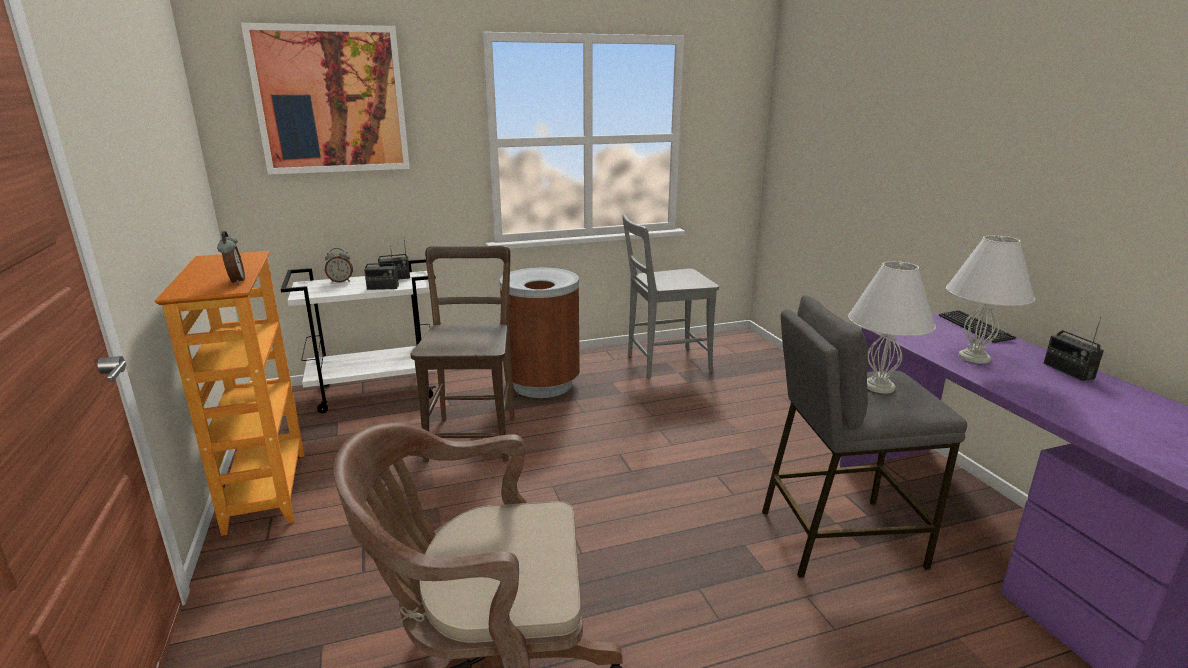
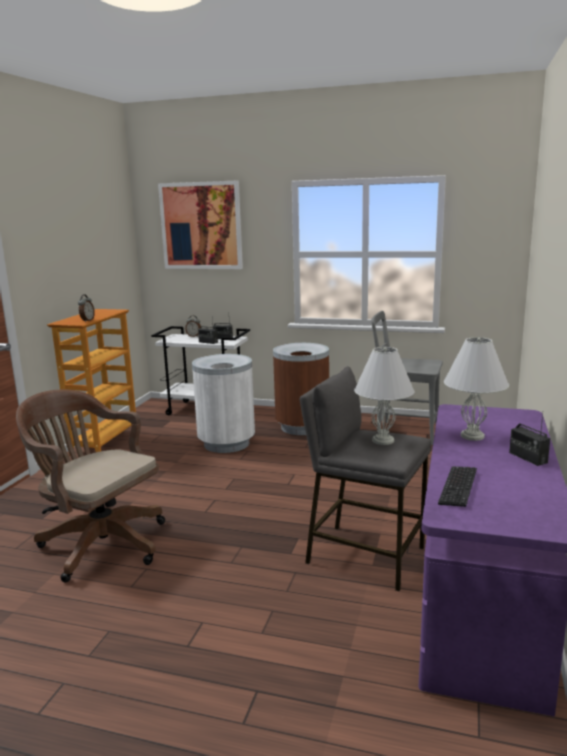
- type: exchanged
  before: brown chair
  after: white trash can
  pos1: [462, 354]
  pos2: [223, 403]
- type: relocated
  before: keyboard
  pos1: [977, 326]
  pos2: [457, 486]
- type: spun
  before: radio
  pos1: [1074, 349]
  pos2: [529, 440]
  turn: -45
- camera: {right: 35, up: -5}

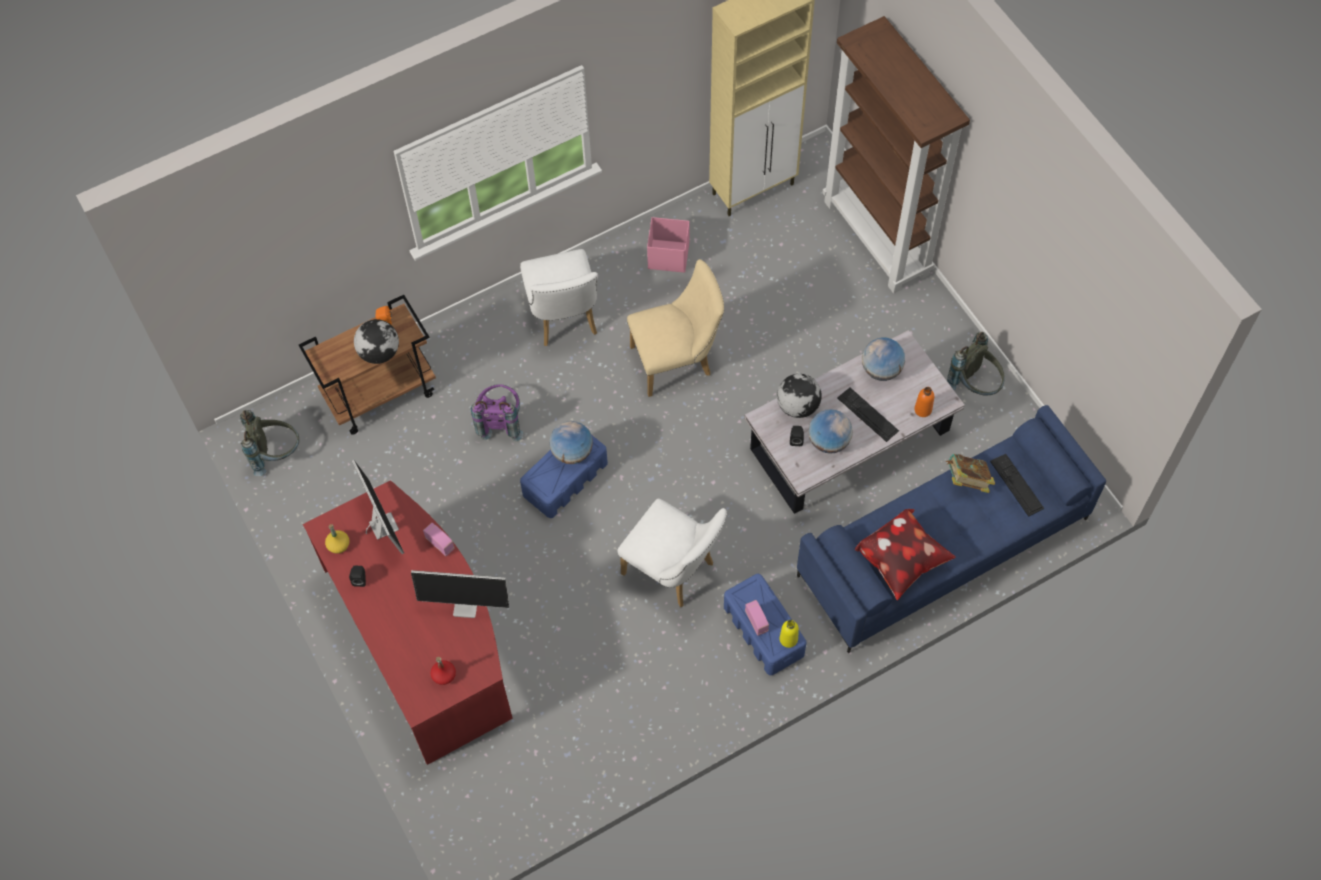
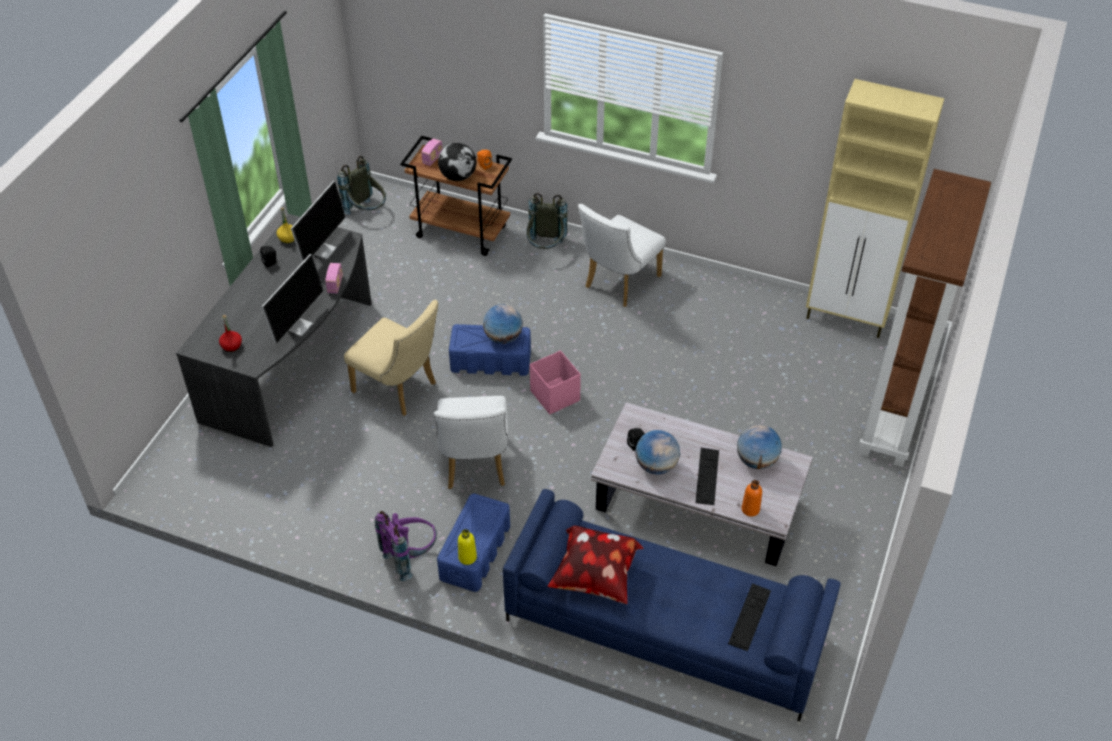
- type: relocated
  before: pink storage box
  pos1: [668, 245]
  pos2: [555, 382]
- type: relocated
  before: beige chair
  pos1: [675, 328]
  pos2: [391, 358]
- type: relocated
  before: grey backpack
  pos1: [976, 364]
  pos2: [546, 221]
- type: missing
  before: globe
  pos1: [799, 396]
- type: relocated
  before: purple backpack
  pos1: [497, 412]
  pos2: [406, 546]
- type: missing
  before: book
  pos1: [970, 473]
- type: colour
  before: red desk
  after: grey desk
  pos1: [408, 622]
  pos2: [274, 330]
- type: spun
  before: monitor
  pos1: [460, 594]
  pos2: [292, 298]
  turn: -120
- type: relocated
  before: radio
  pos1: [757, 618]
  pos2: [432, 152]
- camera: {right: 50, up: -15}

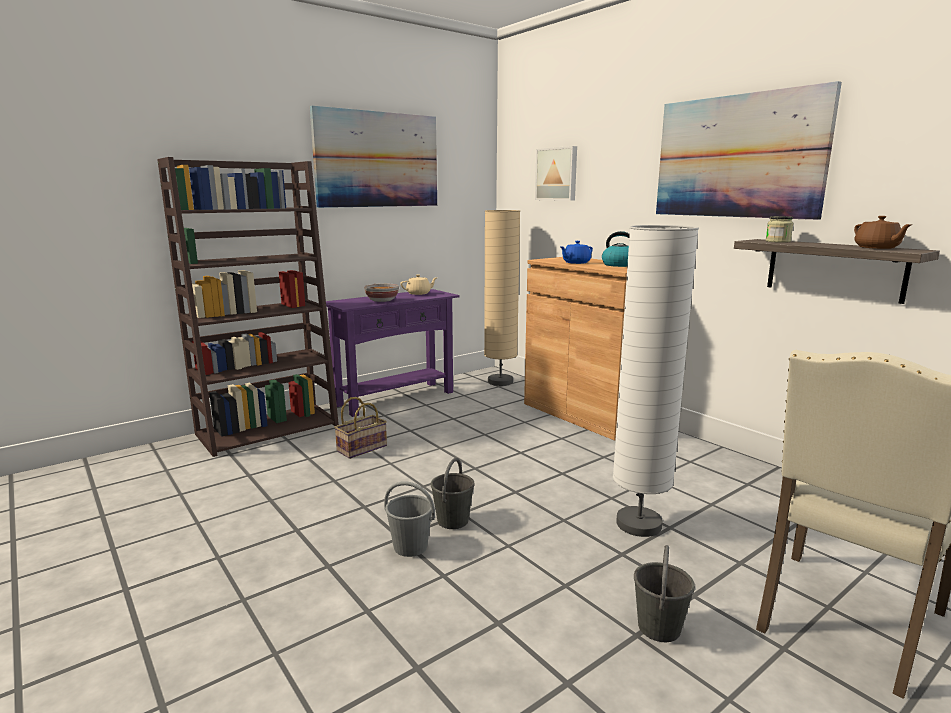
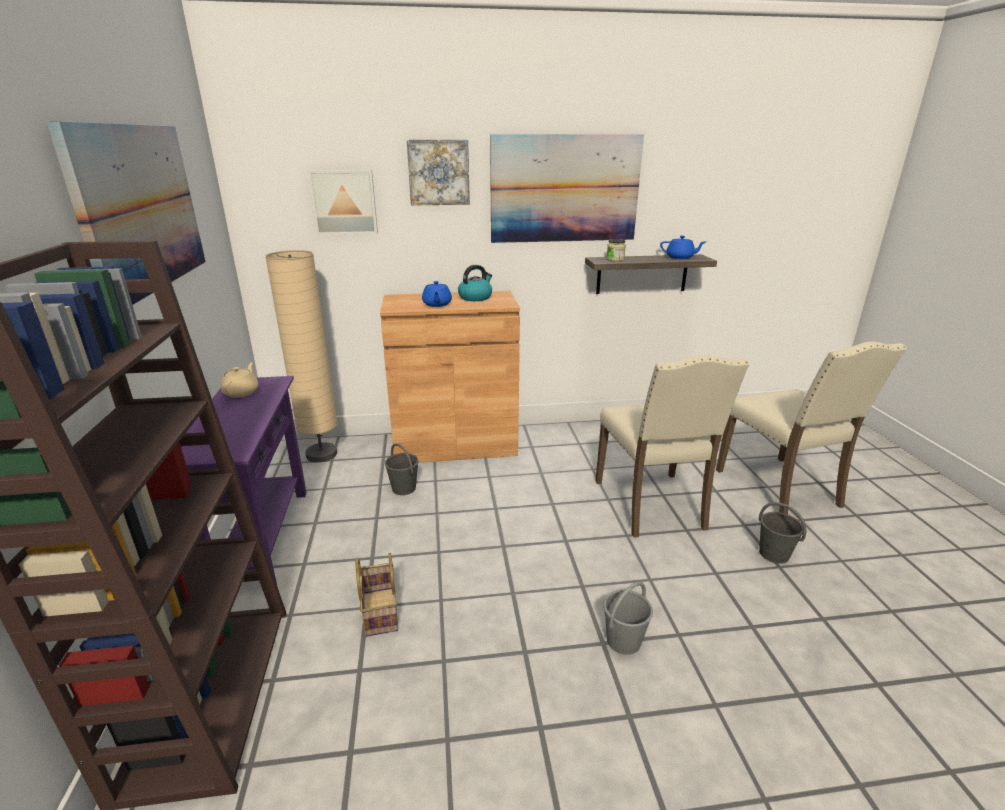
- type: colour
  before: brown teapot
  after: blue teapot
  pos1: [883, 232]
  pos2: [682, 247]
- type: exchanged
  before: white floor lamp
  after: beige chair
  pos1: [656, 381]
  pos2: [672, 446]
- type: missing
  before: bowl
  pos1: [381, 292]
- type: relocated
  before: grey bucket
  pos1: [452, 493]
  pos2: [402, 469]
- type: appeared
  after: picture
  pos2: [438, 173]
- camera: {right: -60, up: 10}

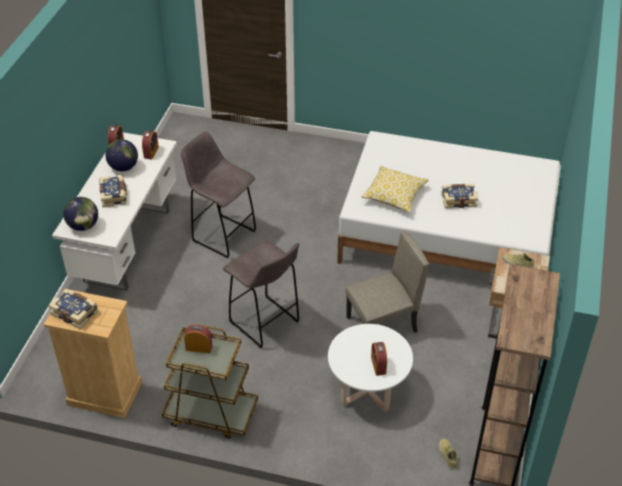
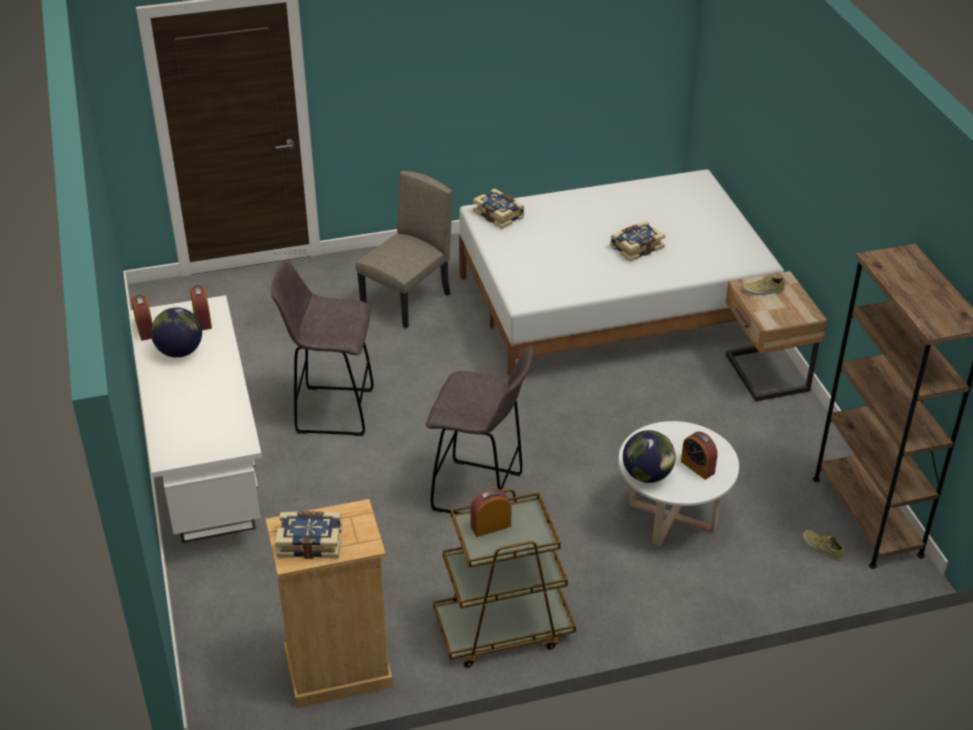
- type: missing
  before: pillow
  pos1: [395, 189]
- type: relocated
  before: book
  pos1: [113, 191]
  pos2: [499, 208]
- type: relocated
  before: globe
  pos1: [80, 214]
  pos2: [649, 456]
- type: relocated
  before: beige chair
  pos1: [387, 282]
  pos2: [403, 249]
- camera: {right: -30, up: -5}

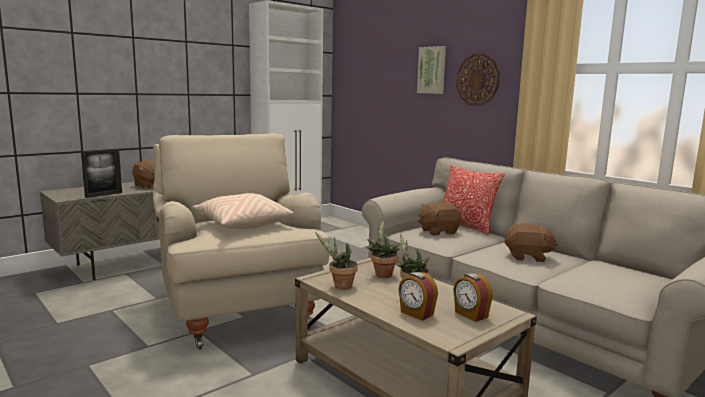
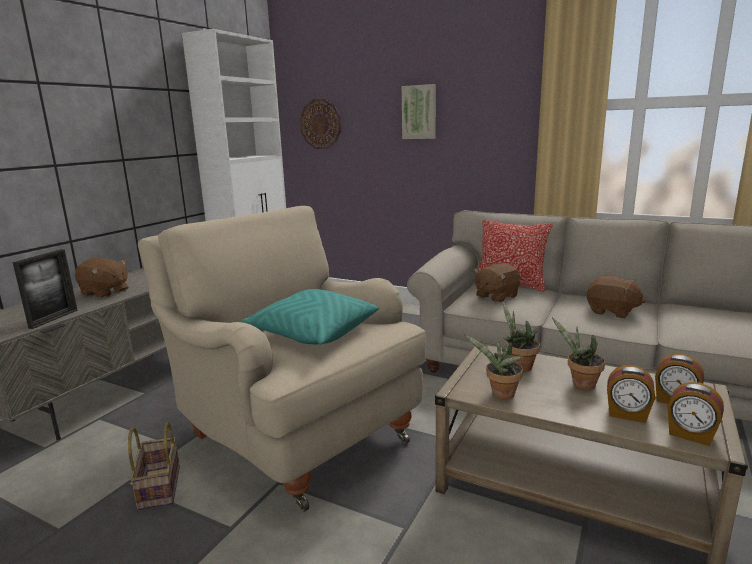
- type: relocated
  before: wall clock
  pos1: [478, 79]
  pos2: [320, 124]
- type: colour
  before: beige pillow
  after: turquoise pillow
  pos1: [243, 211]
  pos2: [310, 316]
- type: spun
  before: brown plush toy
  pos1: [531, 242]
  pos2: [616, 297]
  turn: 45
- type: appeared
  after: alarm clock
  pos2: [695, 414]
- type: appeared
  after: basket
  pos2: [154, 466]
- camera: {right: -20, up: 5}

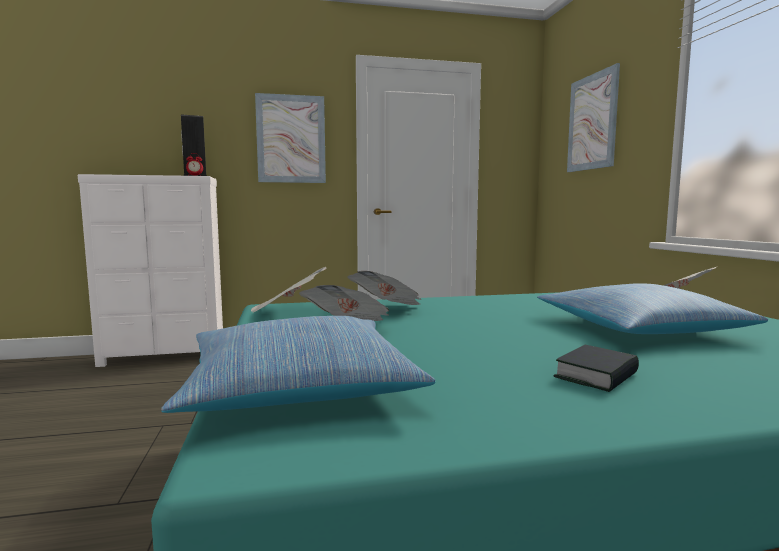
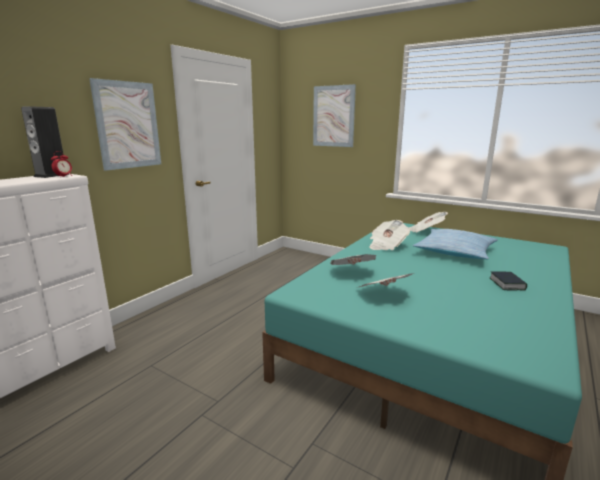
- type: relocated
  before: newspaper
  pos1: [288, 290]
  pos2: [389, 235]
- type: missing
  before: pillow
  pos1: [298, 364]
- camera: {right: -45, up: 10}

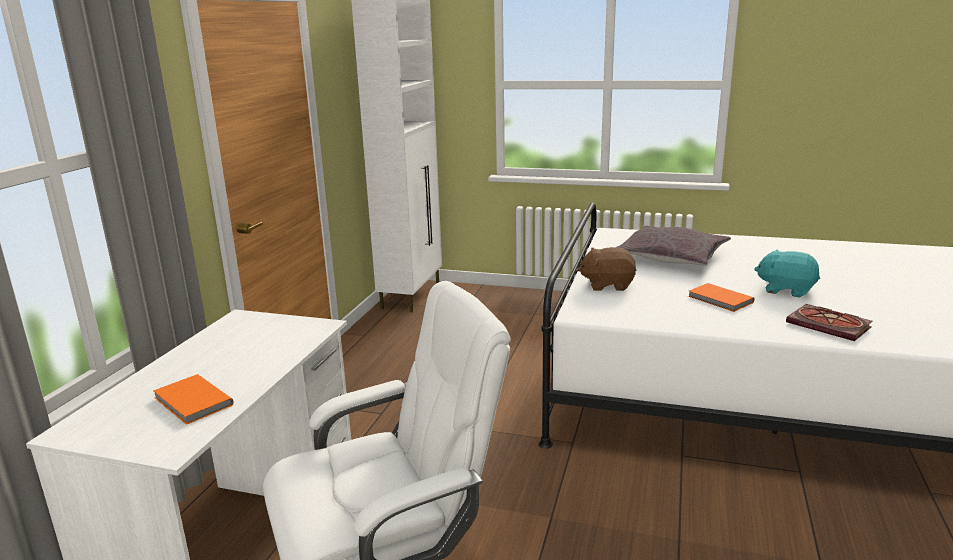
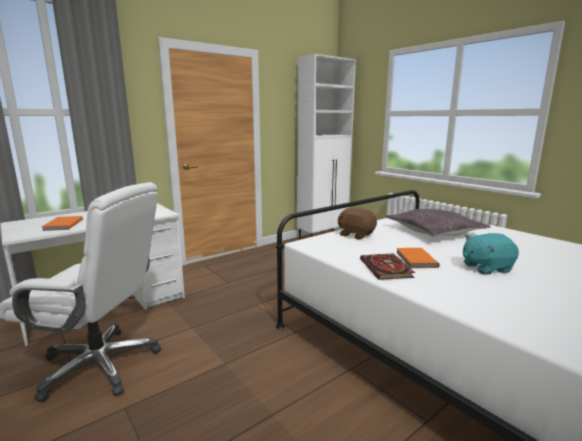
- type: spun
  before: turquoise plush toy
  pos1: [787, 274]
  pos2: [491, 253]
  turn: -75
- type: relocated
  before: book
  pos1: [829, 322]
  pos2: [387, 267]
- camera: {right: 35, up: -5}

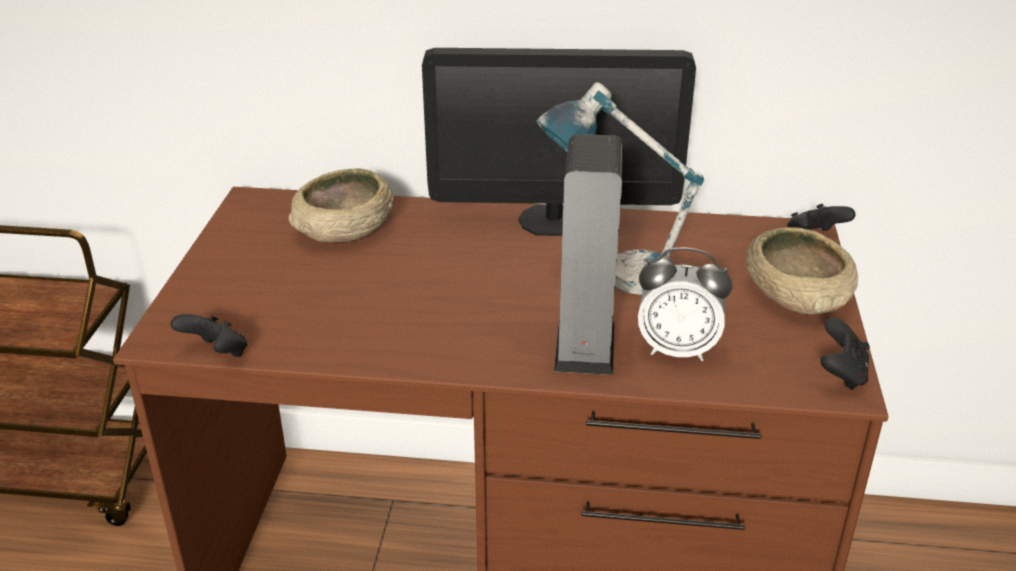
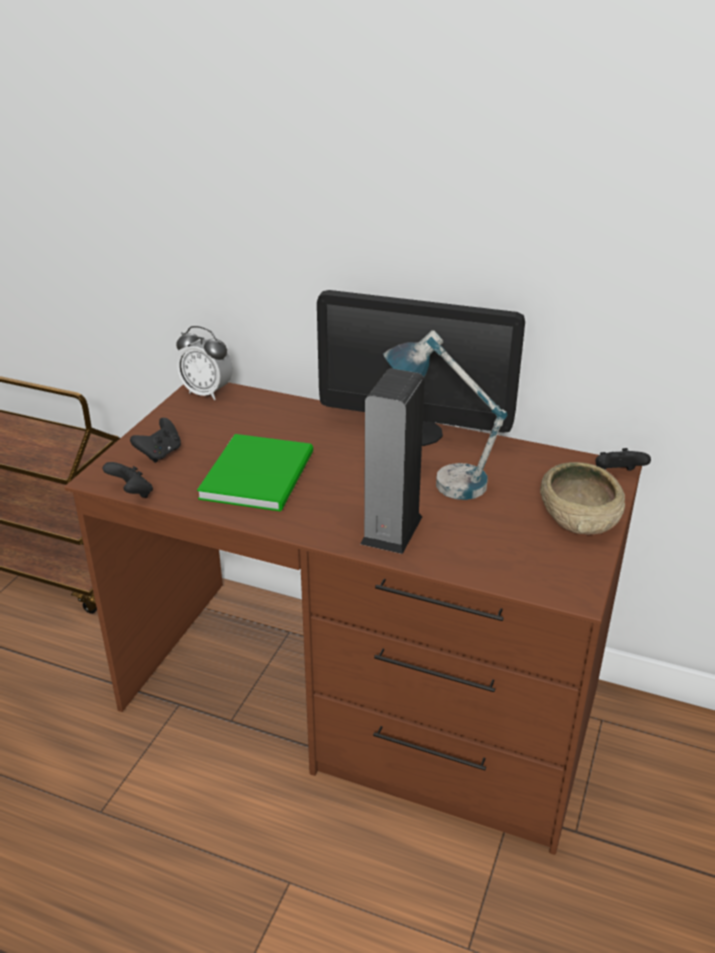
- type: missing
  before: beige bowl
  pos1: [341, 205]
- type: relocated
  before: alarm clock
  pos1: [685, 304]
  pos2: [204, 363]
- type: relocated
  before: black game controller
  pos1: [845, 354]
  pos2: [155, 440]
- type: appeared
  after: green book
  pos2: [255, 472]
- camera: {right: 15, up: 0}

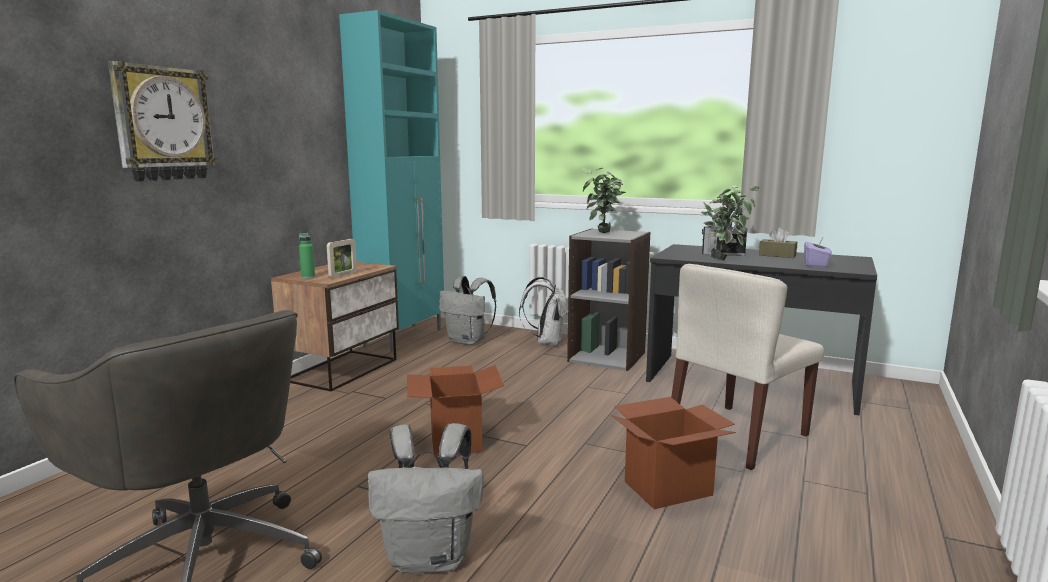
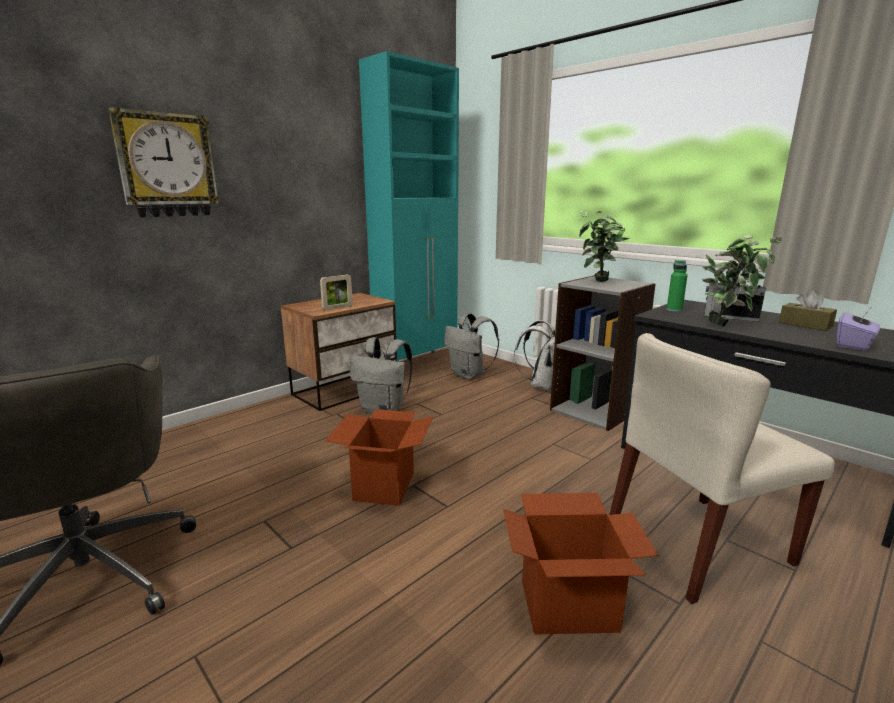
- type: relocated
  before: green bottle
  pos1: [307, 256]
  pos2: [677, 286]
- type: relocated
  before: grey backpack
  pos1: [425, 498]
  pos2: [381, 375]
- camera: {right: 20, up: 5}

